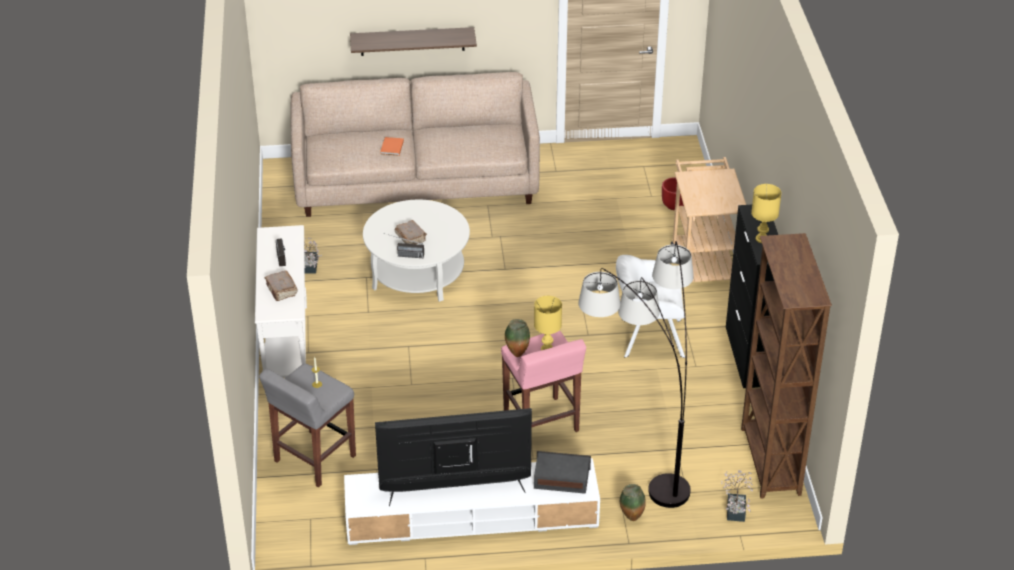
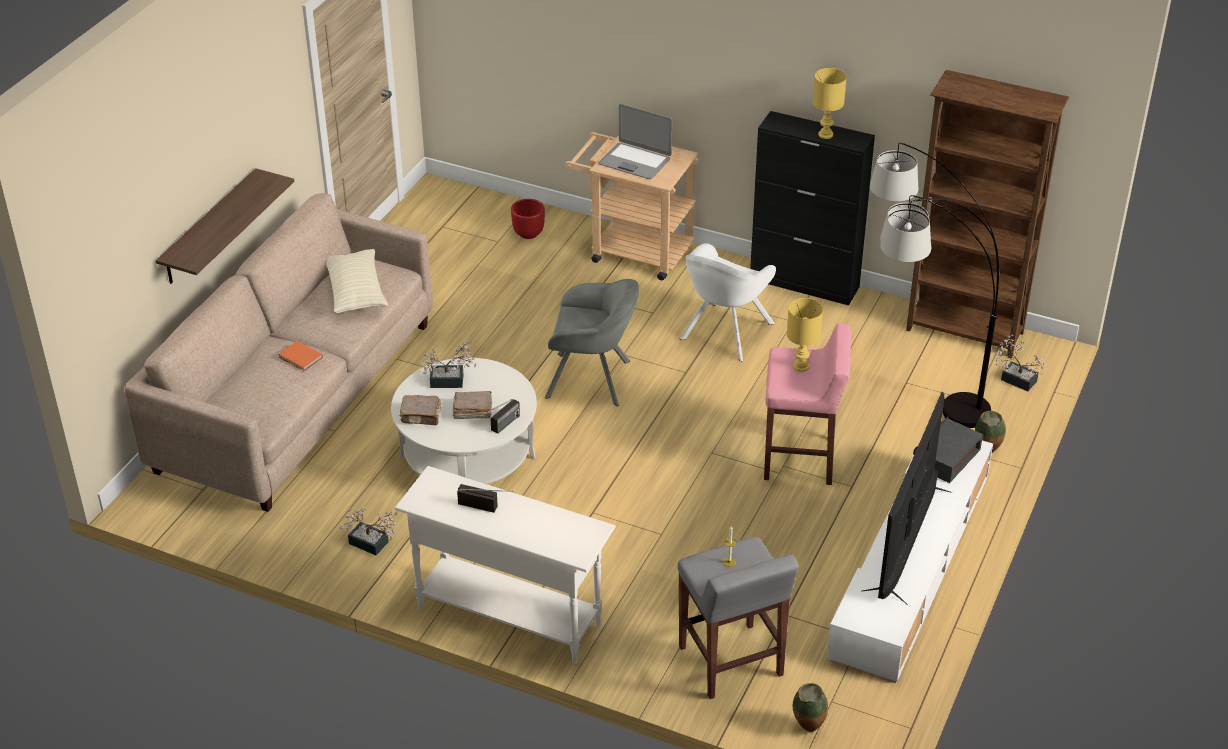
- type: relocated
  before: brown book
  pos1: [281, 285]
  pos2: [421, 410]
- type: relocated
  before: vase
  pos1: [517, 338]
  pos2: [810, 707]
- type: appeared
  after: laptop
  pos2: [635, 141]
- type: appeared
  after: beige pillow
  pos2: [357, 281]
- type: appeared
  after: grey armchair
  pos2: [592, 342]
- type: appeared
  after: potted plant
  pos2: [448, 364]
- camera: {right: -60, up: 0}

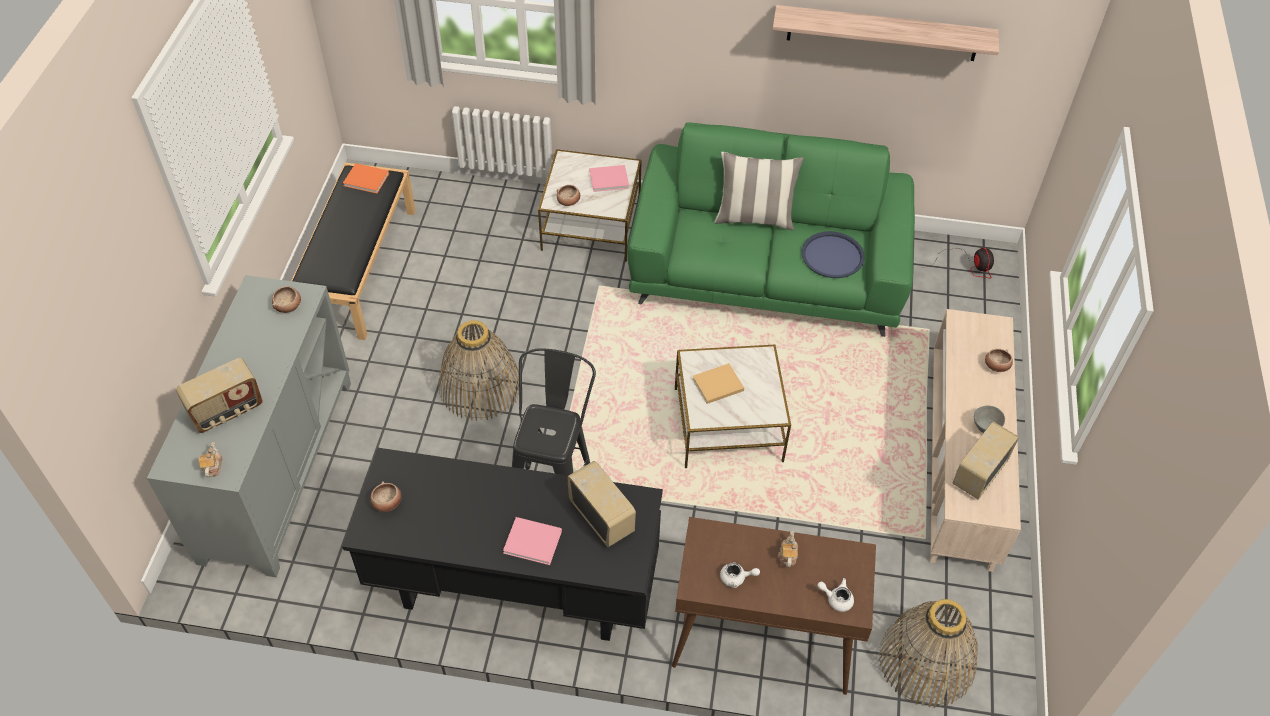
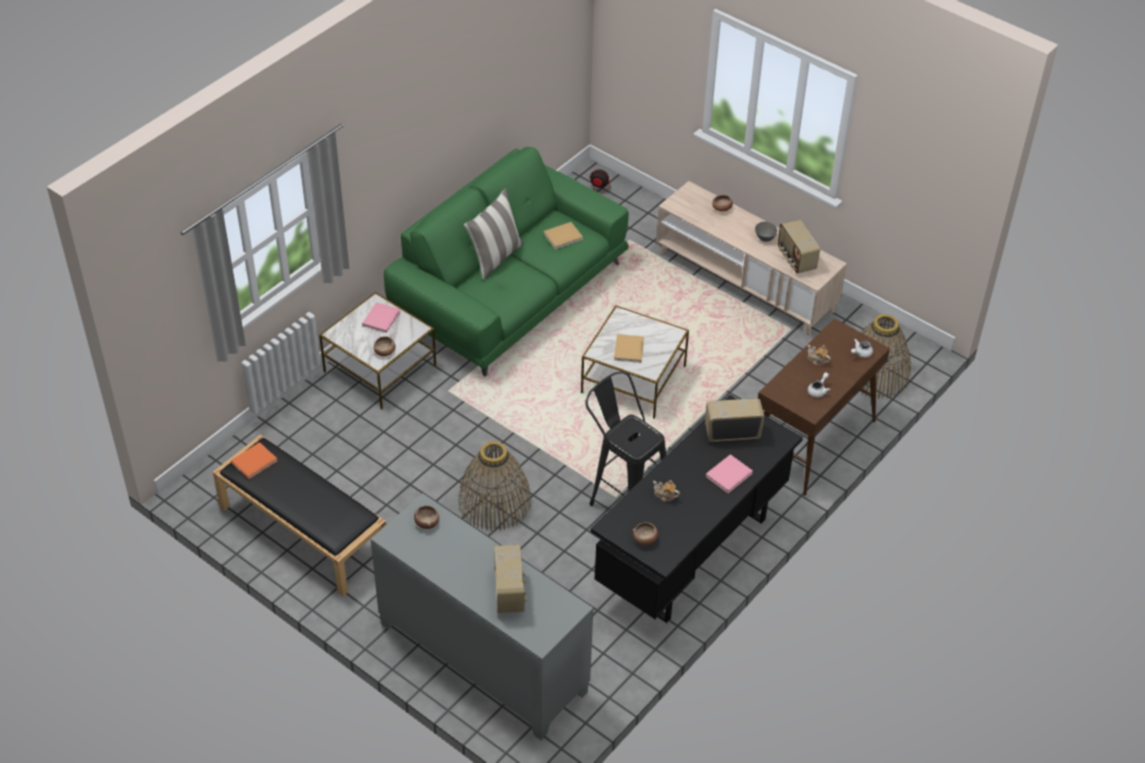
- type: missing
  before: shelf
  pos1: [886, 33]
- type: exchanged
  before: blue tray
  after: beige book
  pos1: [833, 254]
  pos2: [563, 236]
- type: relocated
  before: teapot
  pos1: [210, 459]
  pos2: [666, 491]
- camera: {right: -60, up: -5}

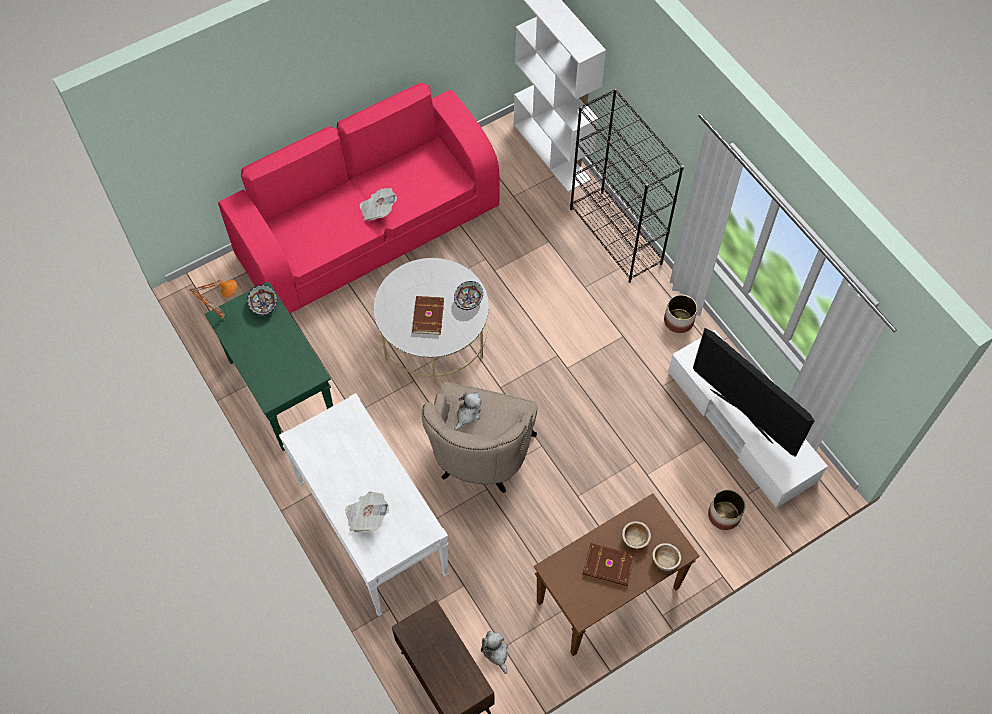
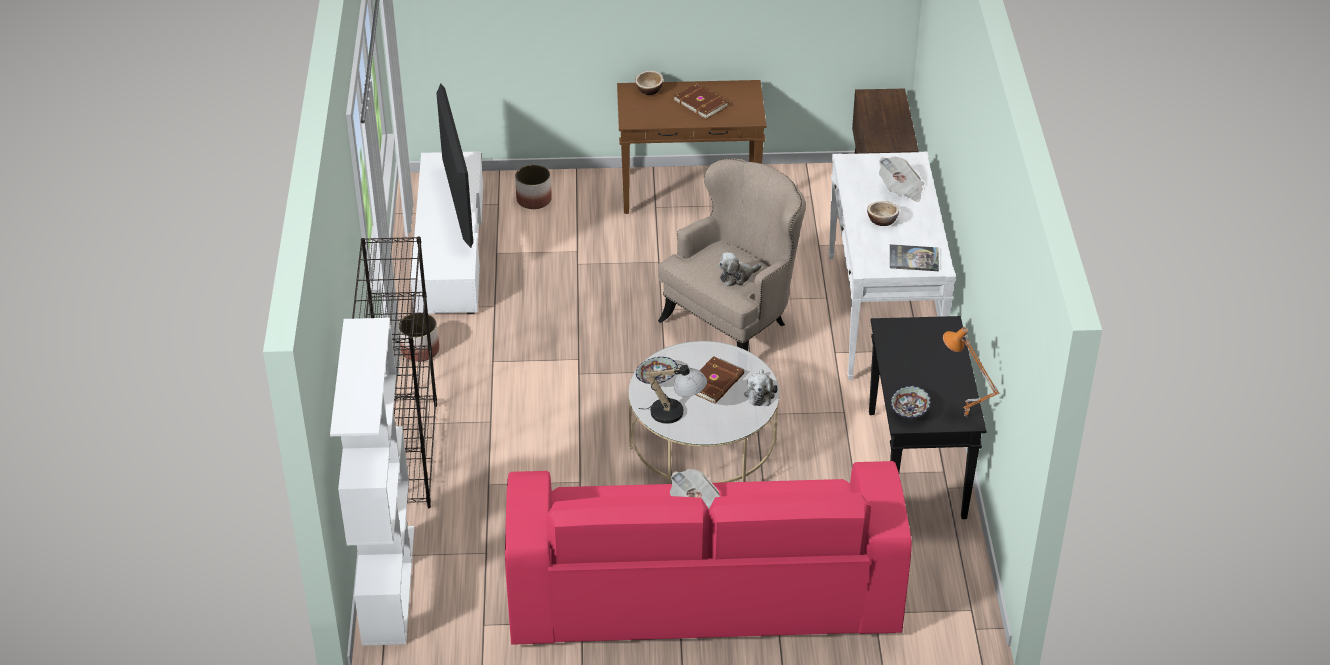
- type: colour
  before: green console table
  after: black console table
  pos1: [269, 366]
  pos2: [928, 417]
- type: relocated
  before: bowl
  pos1: [636, 535]
  pos2: [883, 213]
- type: relocated
  before: plush toy
  pos1: [494, 652]
  pos2: [761, 387]
- type: appeared
  after: book
  pos2: [914, 257]
- type: appeared
  after: table lamp
  pos2: [672, 394]
- camera: {right: -150, up: -20}

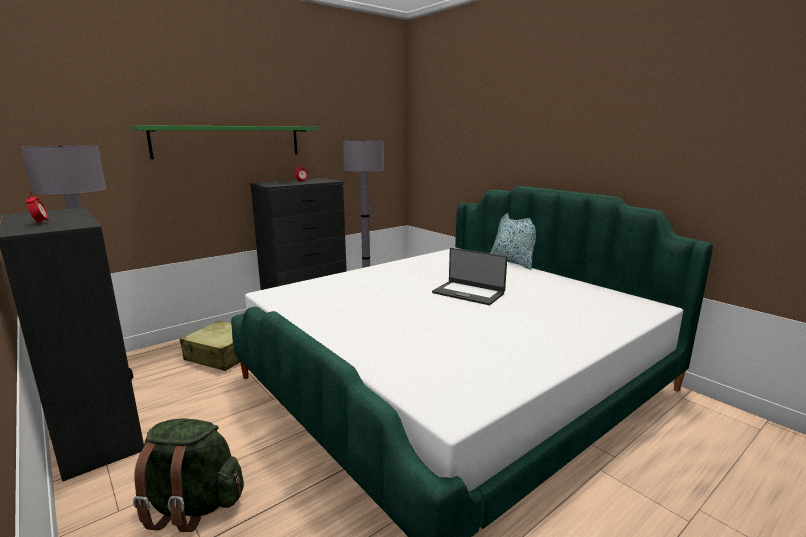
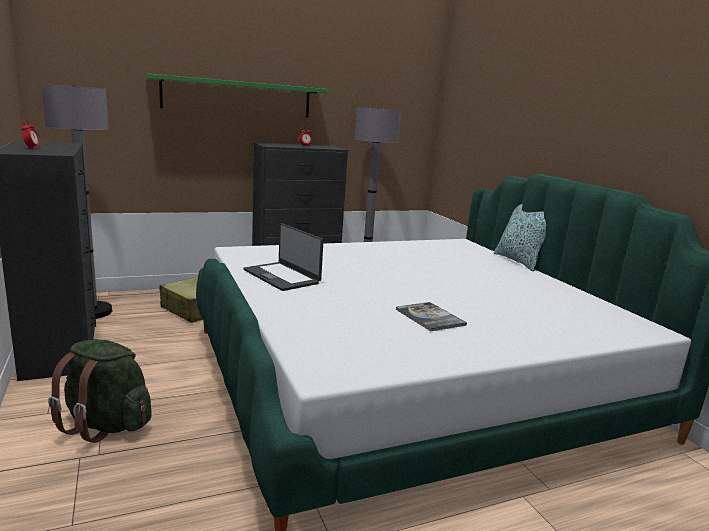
- type: relocated
  before: laptop
  pos1: [469, 276]
  pos2: [283, 257]
- type: appeared
  after: book
  pos2: [431, 316]
- camera: {right: 15, up: 0}

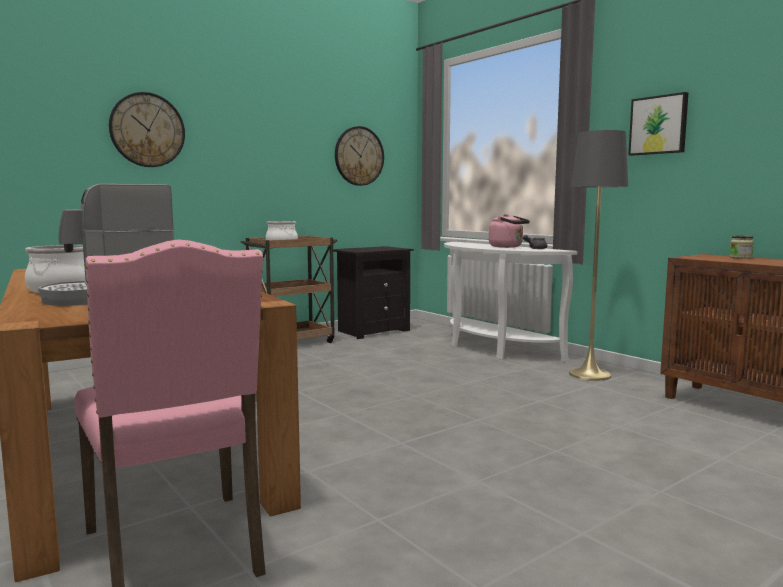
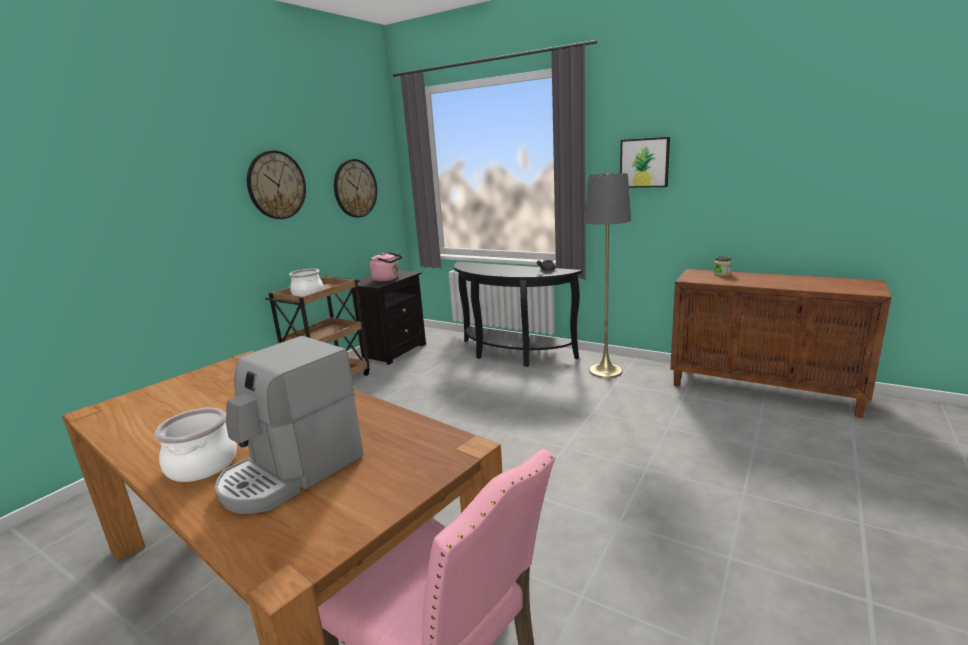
- type: relocated
  before: wall clock
  pos1: [147, 129]
  pos2: [276, 184]
- type: relocated
  before: pink kettle
  pos1: [509, 231]
  pos2: [386, 267]
- type: colour
  before: white console table
  after: black console table
  pos1: [510, 302]
  pos2: [518, 314]
- camera: {right: -20, up: 10}

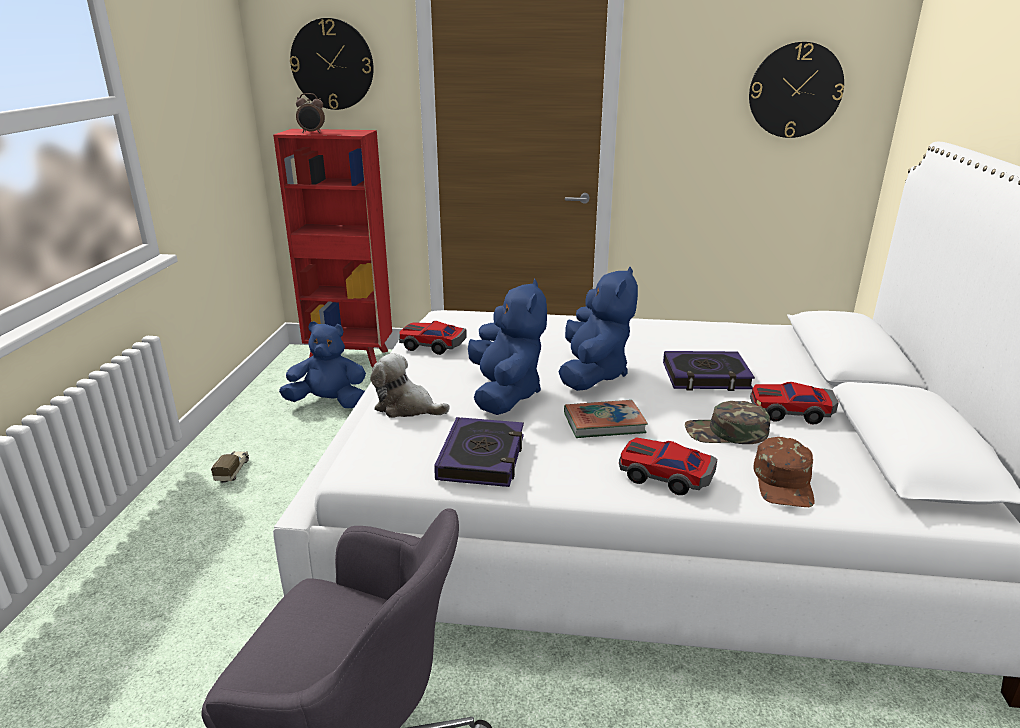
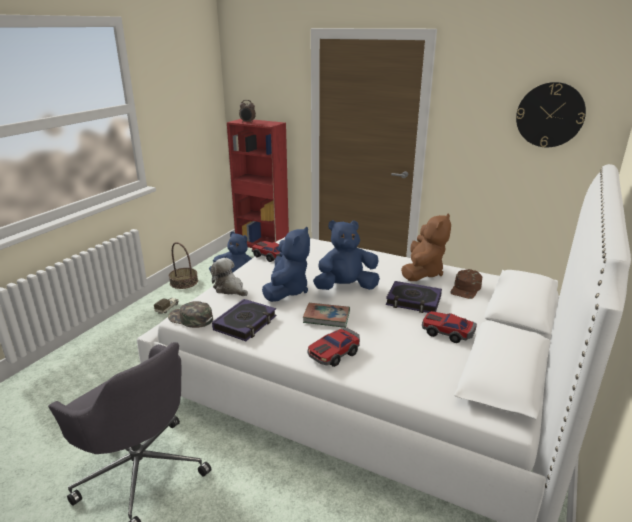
- type: missing
  before: wall clock
  pos1: [332, 64]
- type: spun
  before: blue plush toy
  pos1: [598, 329]
  pos2: [346, 255]
  turn: -135
- type: relocated
  before: green cap
  pos1: [727, 422]
  pos2: [190, 314]
- type: spun
  before: toy car
  pos1: [668, 466]
  pos2: [333, 347]
  turn: -90
- type: relocated
  before: brown cap
  pos1: [784, 472]
  pos2: [466, 284]
- type: appeared
  after: brown plush toy
  pos2: [426, 247]
- type: appeared
  after: basket
  pos2: [183, 265]
- camera: {right: 20, up: 0}

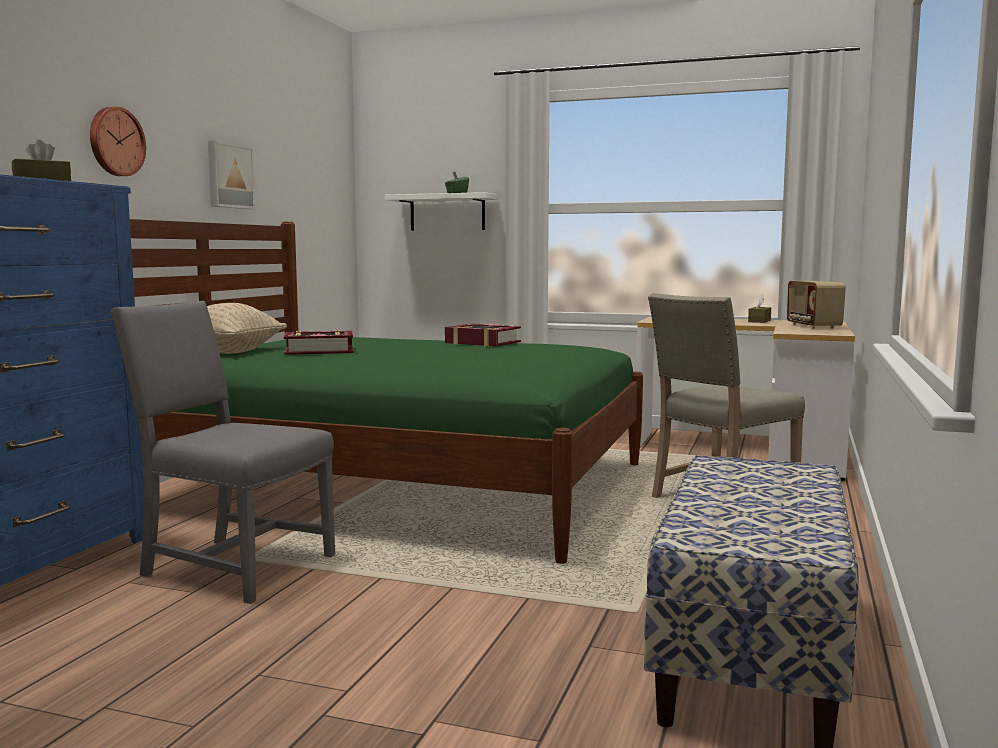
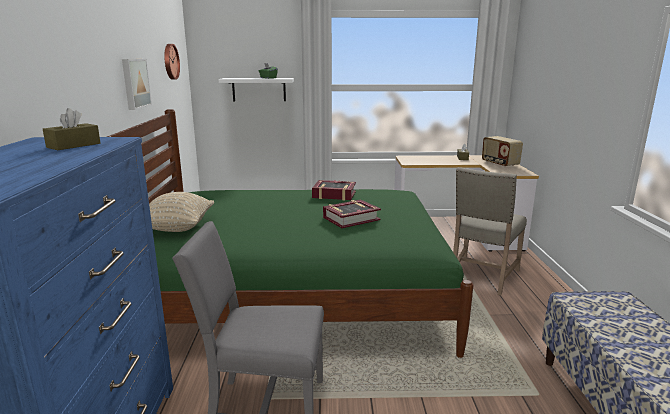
- type: relocated
  before: wall clock
  pos1: [118, 141]
  pos2: [172, 62]
- type: relocated
  before: book
  pos1: [318, 342]
  pos2: [352, 214]
- camera: {right: -20, up: 10}

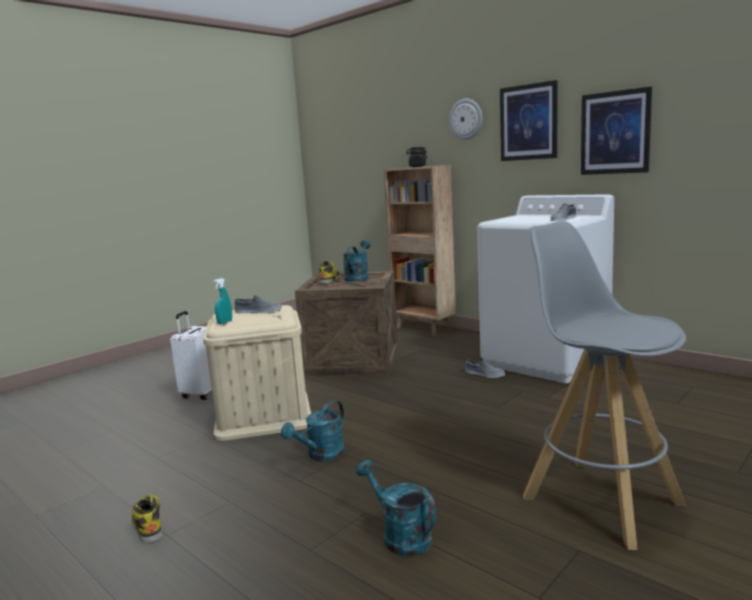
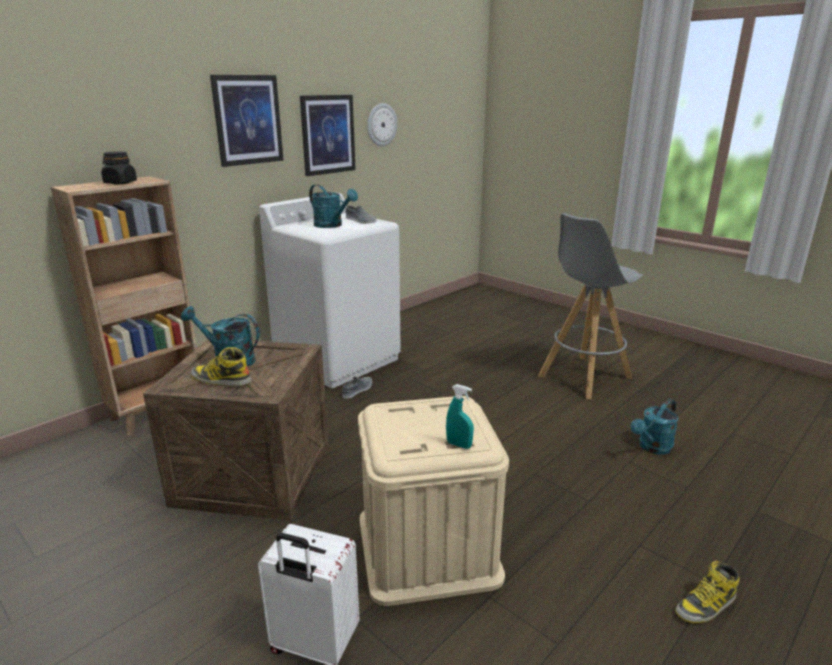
- type: relocated
  before: wall clock
  pos1: [465, 119]
  pos2: [382, 124]
- type: missing
  before: grey shoe
  pos1: [258, 304]
- type: relocated
  before: turquoise watering can
  pos1: [313, 430]
  pos2: [333, 206]
- camera: {right: -90, up: 10}

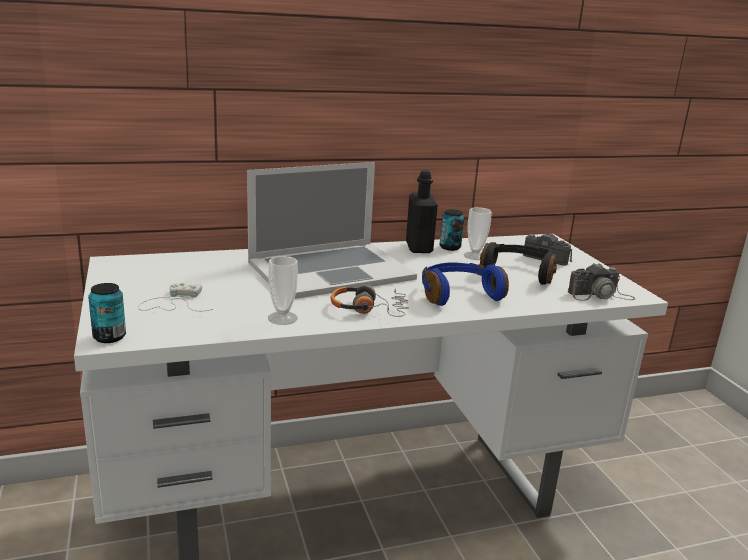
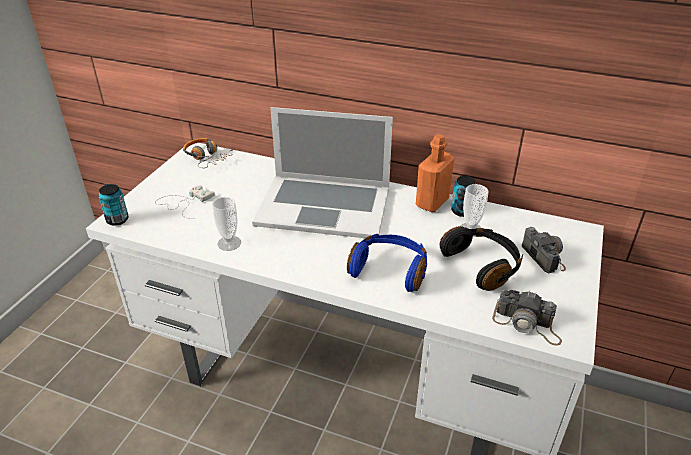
- type: colour
  before: black bottle
  after: orange bottle
  pos1: [422, 211]
  pos2: [435, 173]
- type: relocated
  before: headphones
  pos1: [370, 301]
  pos2: [208, 153]
- camera: {right: 40, up: 15}

